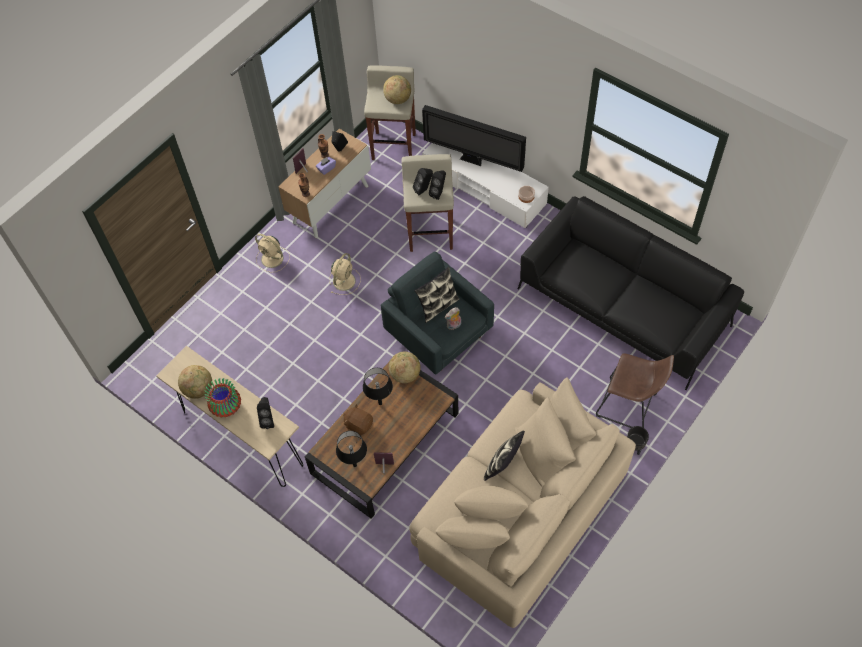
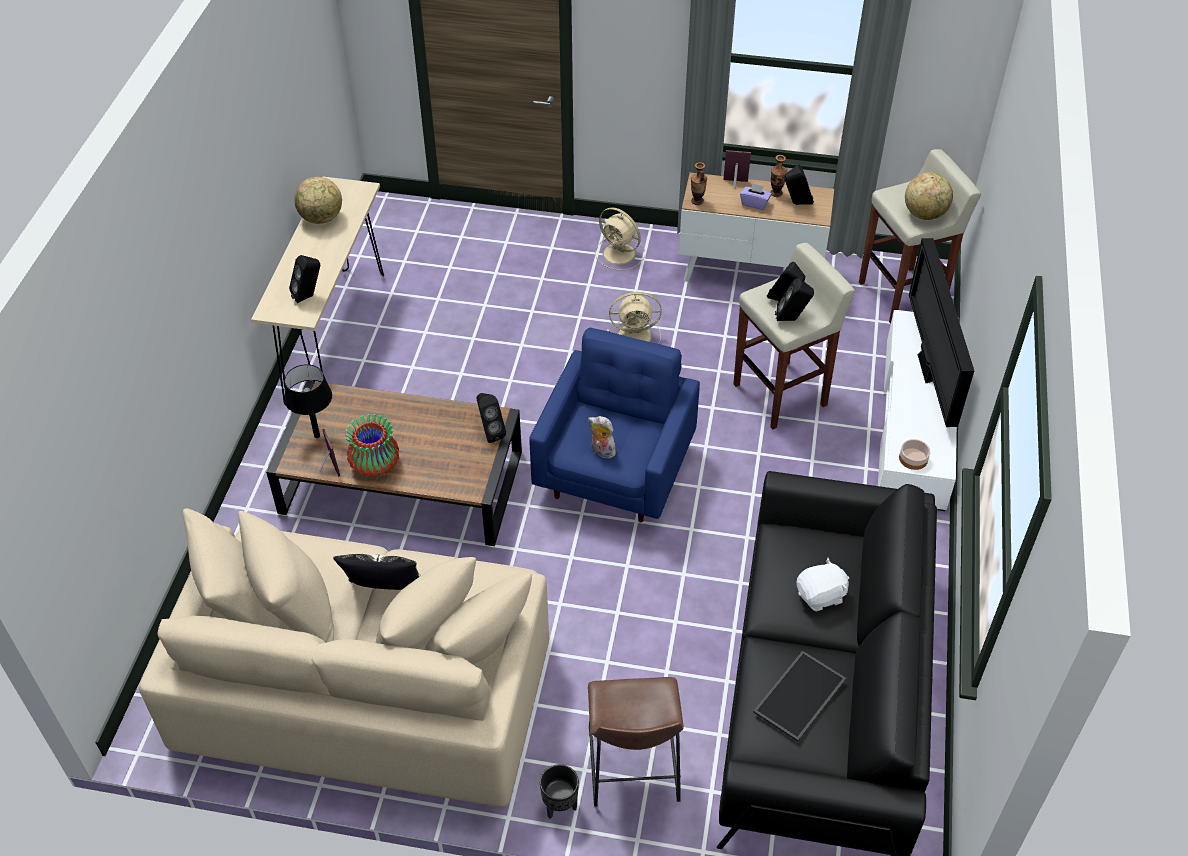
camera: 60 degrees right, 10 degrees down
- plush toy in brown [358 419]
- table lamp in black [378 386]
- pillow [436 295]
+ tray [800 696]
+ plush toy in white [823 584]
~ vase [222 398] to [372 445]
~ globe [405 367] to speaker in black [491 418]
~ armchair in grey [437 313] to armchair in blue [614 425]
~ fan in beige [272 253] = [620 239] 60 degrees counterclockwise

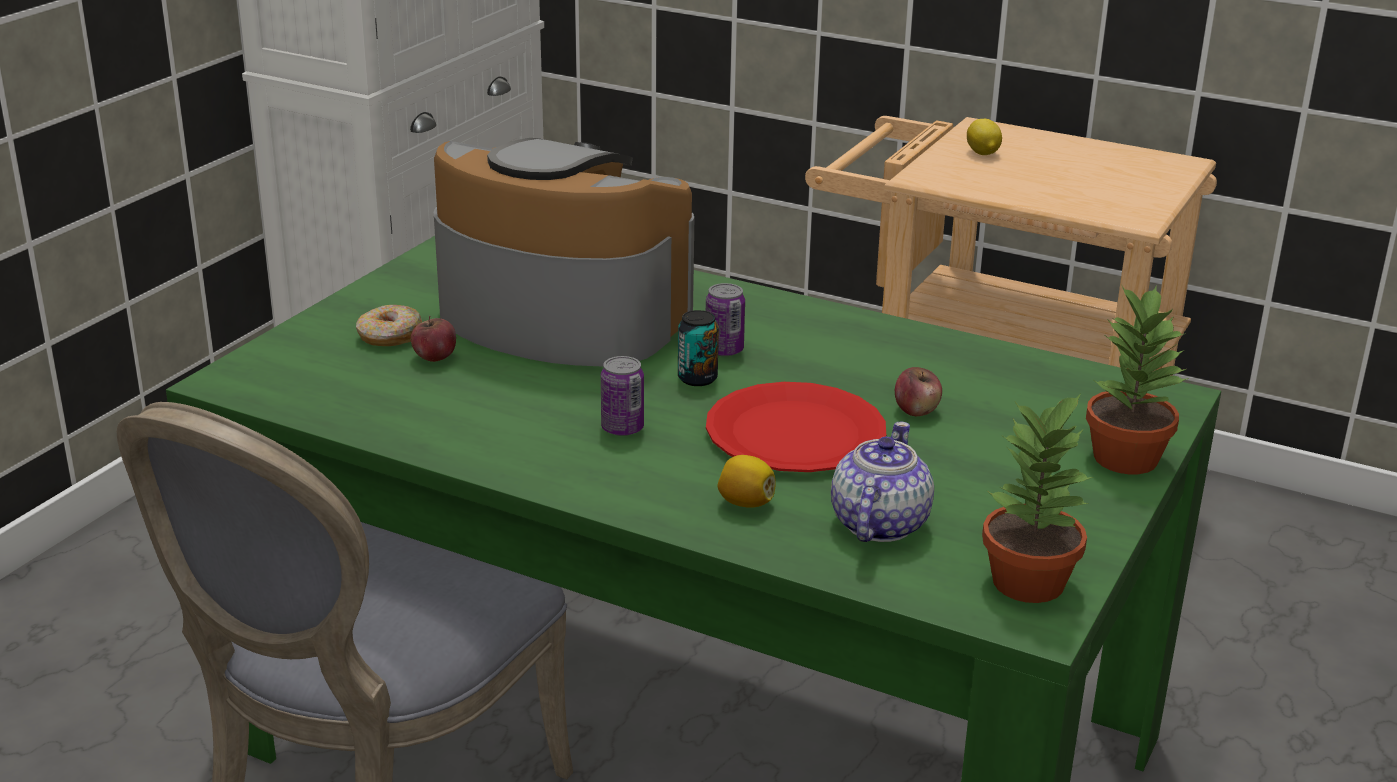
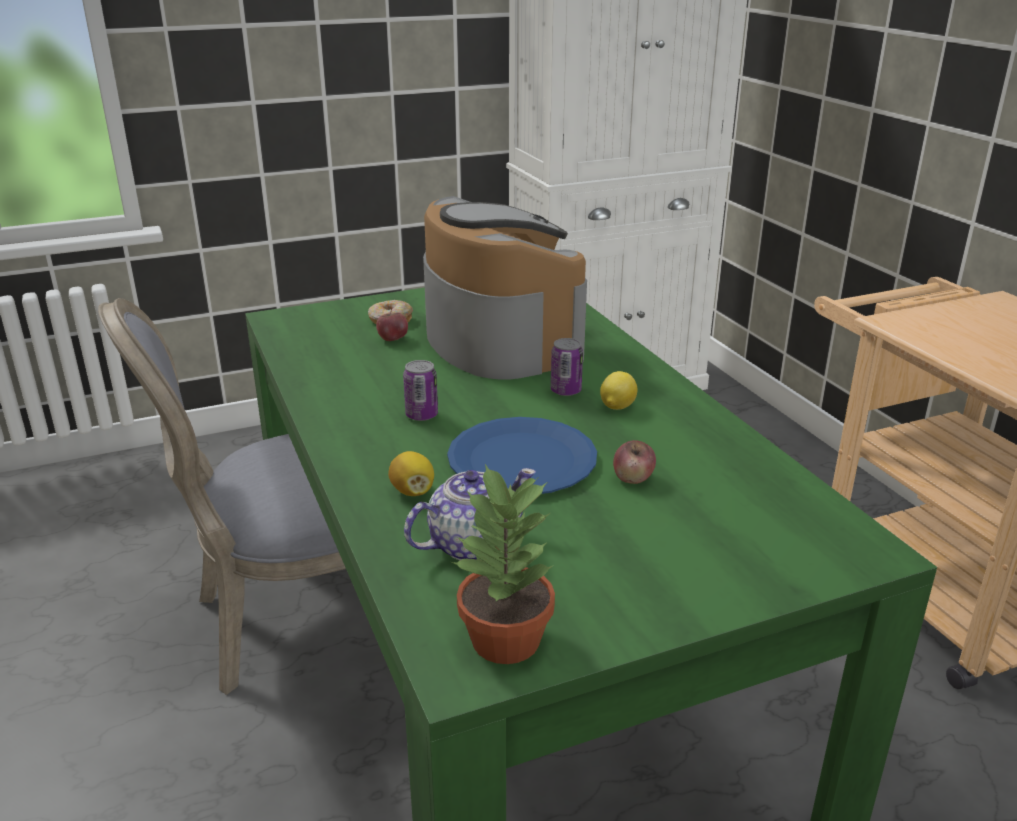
camera: 40 degrees right, 0 degrees up
- can [698 348]
- potted plant [1137 380]
~ lemon [984 137] to [618 390]
~ plate in red [796 427] to plate in blue [522 455]

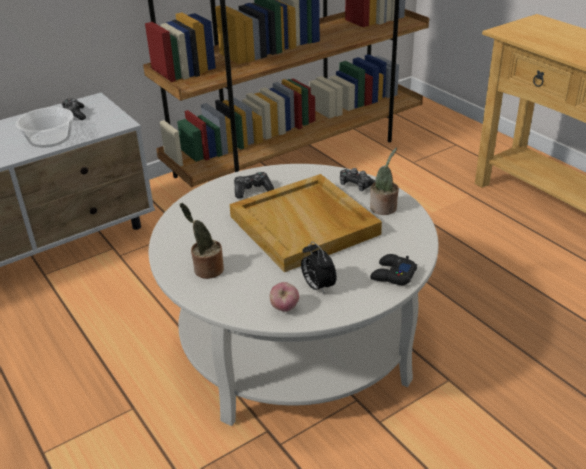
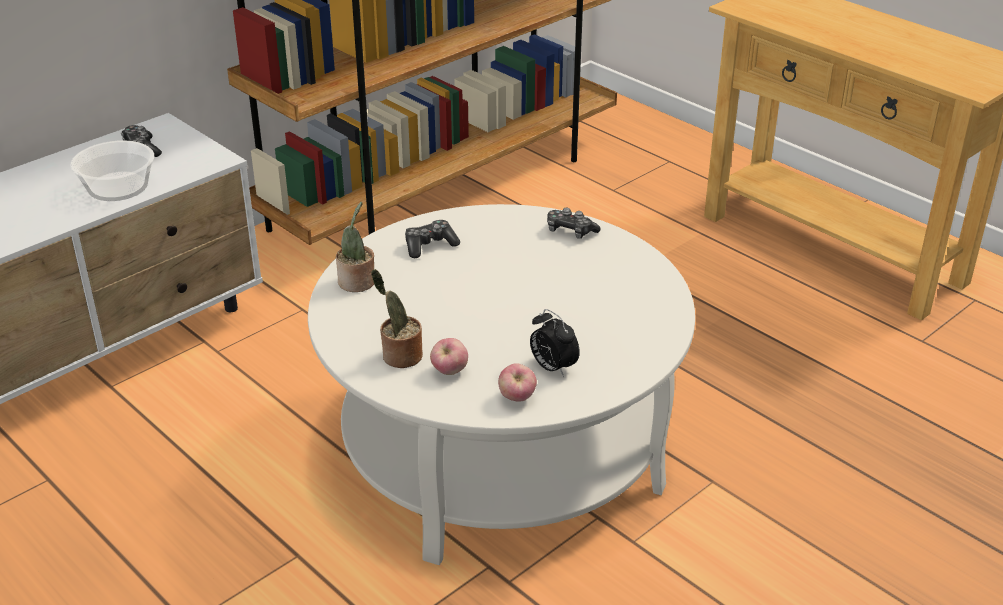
camera: 10 degrees left, 0 degrees up
- tray in beige [306 223]
- game controller in black [393 269]
+ apple [449 356]
~ potted plant [384 181] to [355 247]

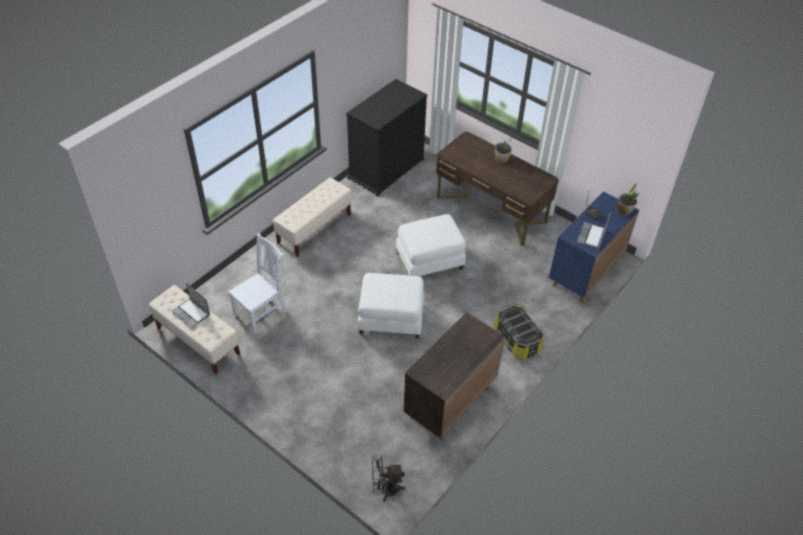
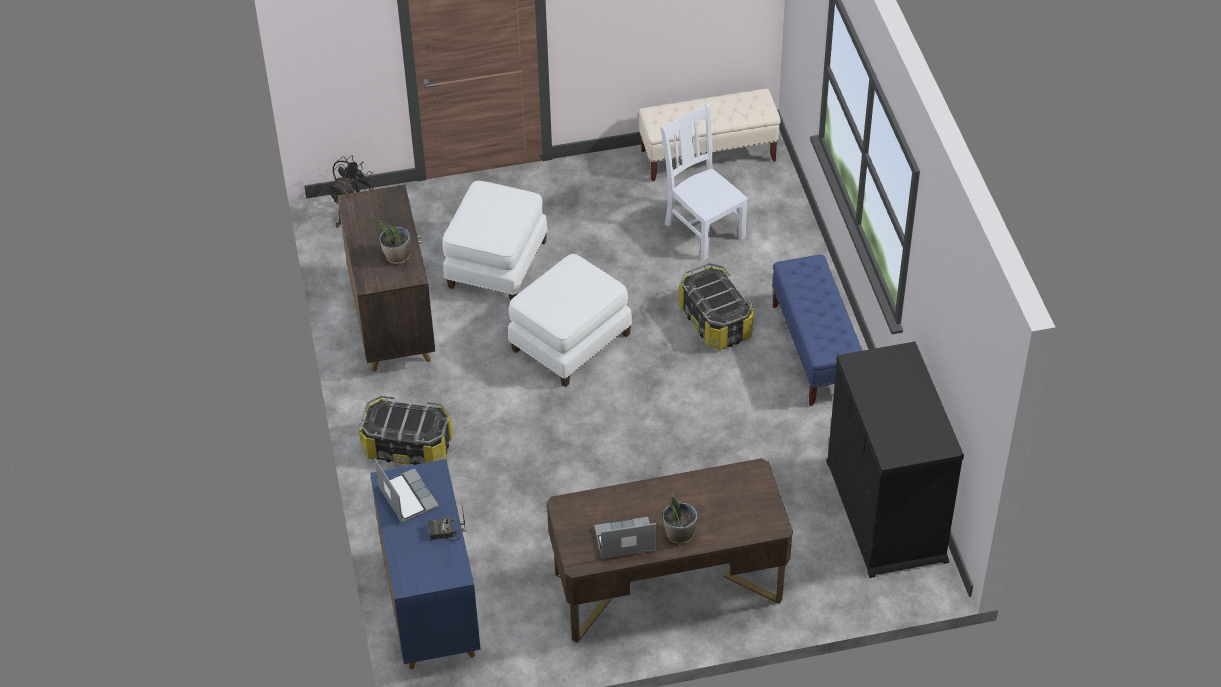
camera: 130 degrees right, 0 degrees up
+ storage box [716 306]
~ laptop [191 305] to [625 538]
~ ottoman in white [431 245] to [495 241]
~ potted plant [628 199] to [394 242]
~ bench in beige [312 217] to bench in blue [817 330]
~ chair in white [258 283] = [704 181] 150 degrees clockwise

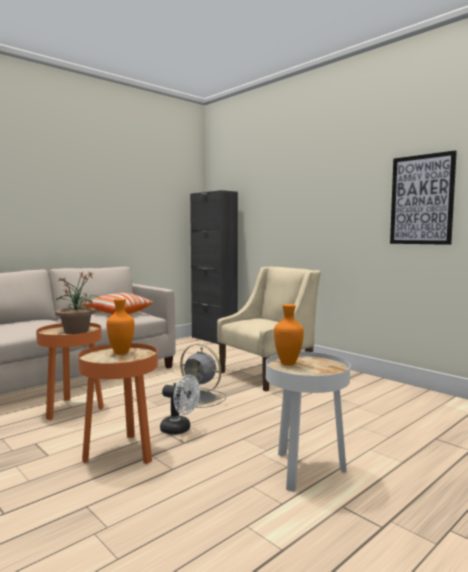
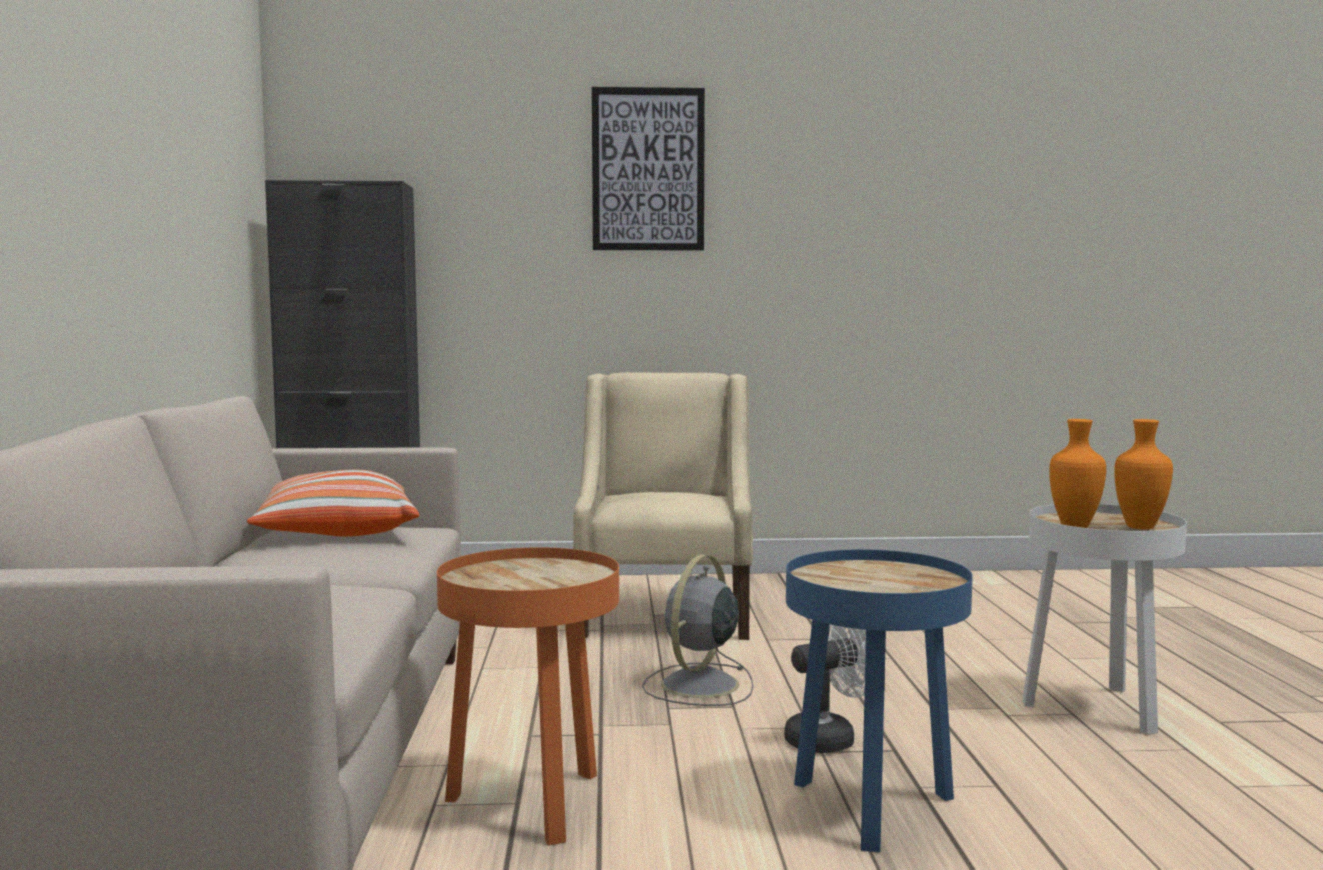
camera: 50 degrees left, 0 degrees up
- potted plant [78 303]
~ vase in orange [120 326] to [1143 474]
~ picture [423 197] to [648 169]
~ side table in orange [118 403] to side table in blue [879 700]
~ fan in grey [203 376] = [697 630] 135 degrees clockwise

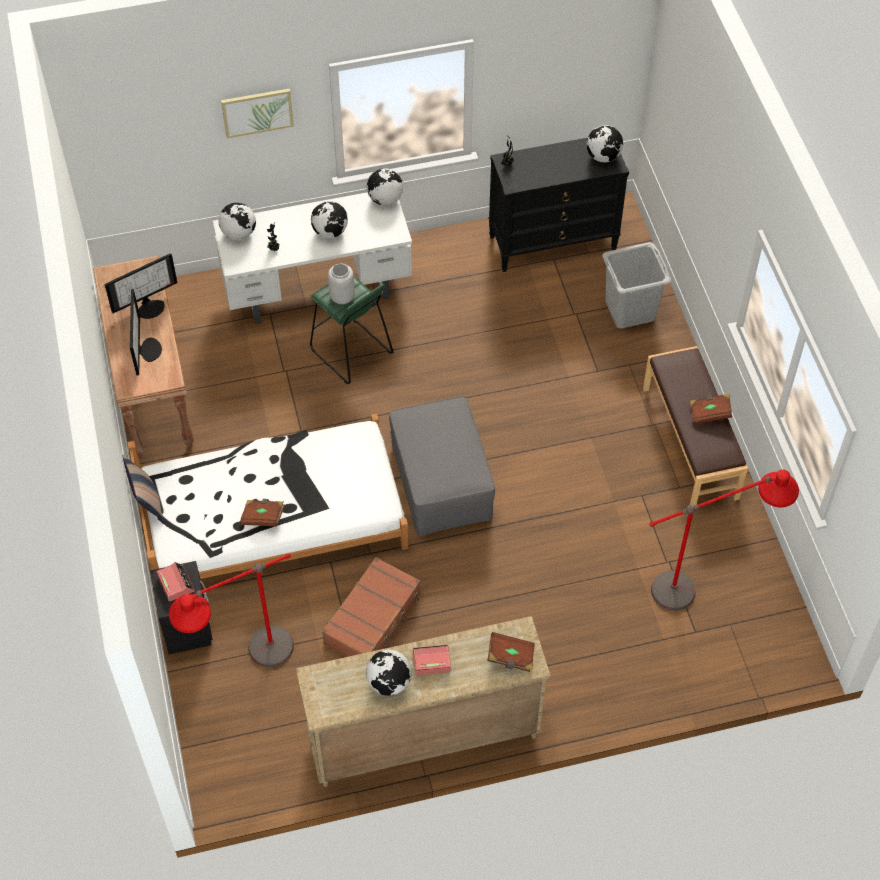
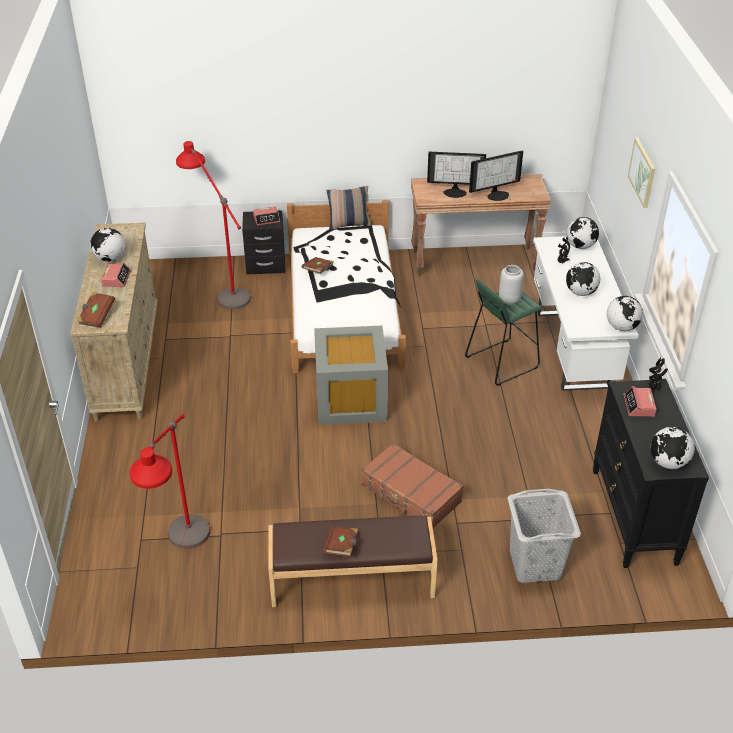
camera: 100 degrees right, 15 degrees down
+ alarm clock [640 401]
~ suitcase in brown [371 607] to [412 485]
~ ottoman in grey [442 466] to storage box in grey [351 375]
~ monitor [141 286] = [496 176] 90 degrees counterclockwise

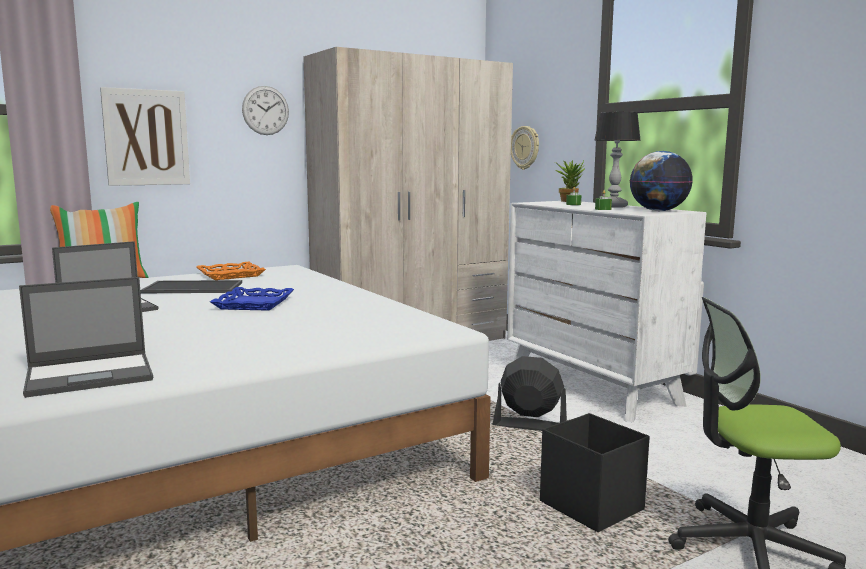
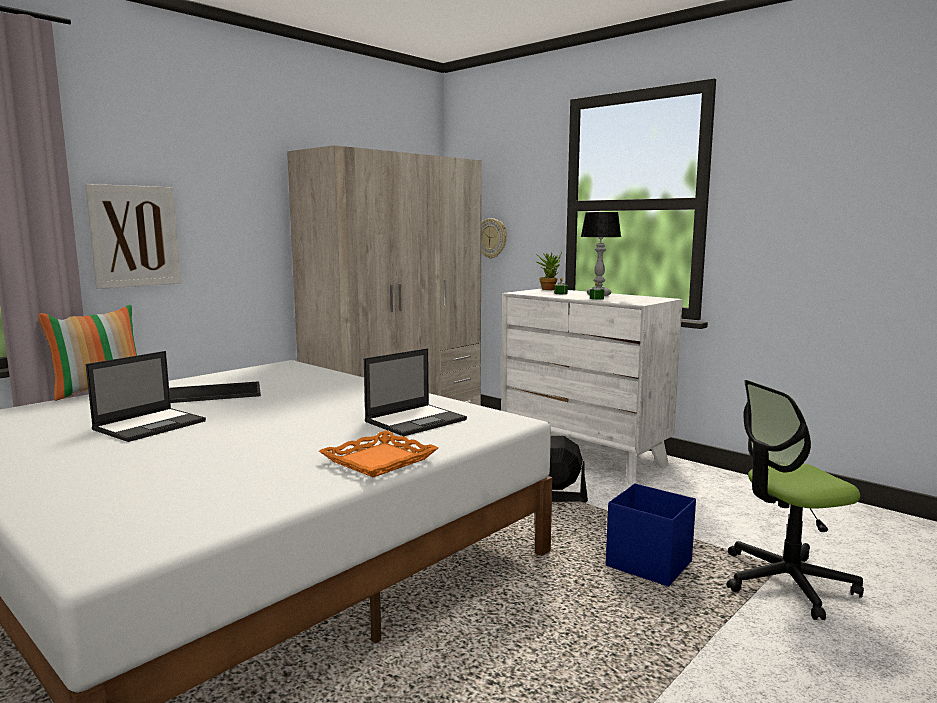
camera: 15 degrees left, 0 degrees up
- tray in blue [252 299]
- wall clock [265 110]
- globe [661 181]
~ laptop [86 337] to [415 392]
~ tray in orange [231 271] to [379 453]
~ storage box in black [595 472] to storage box in blue [651 535]

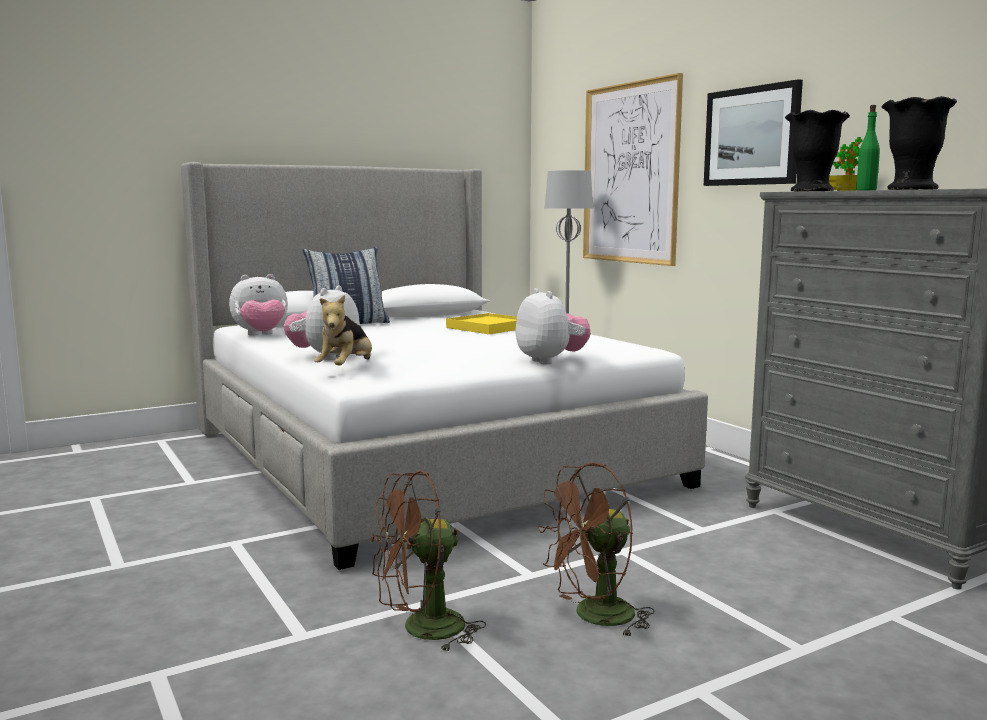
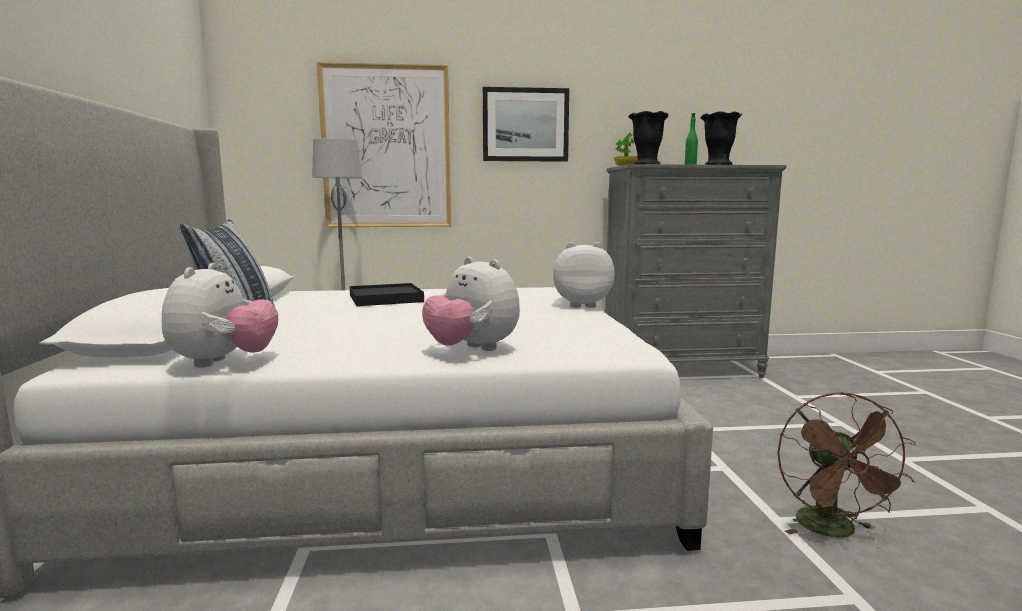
camera: 65 degrees left, 0 degrees up
- plush toy [343 330]
- fan in brown [596 550]
~ tray in yellow [481 323] to tray in black [387 294]

